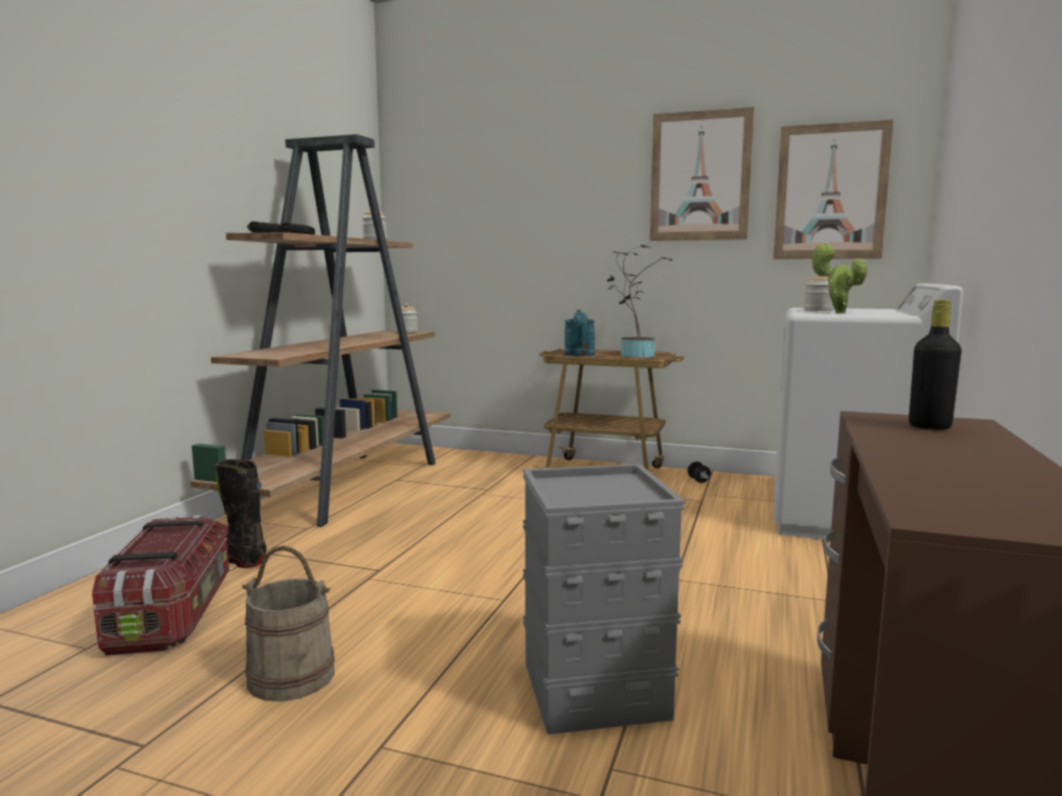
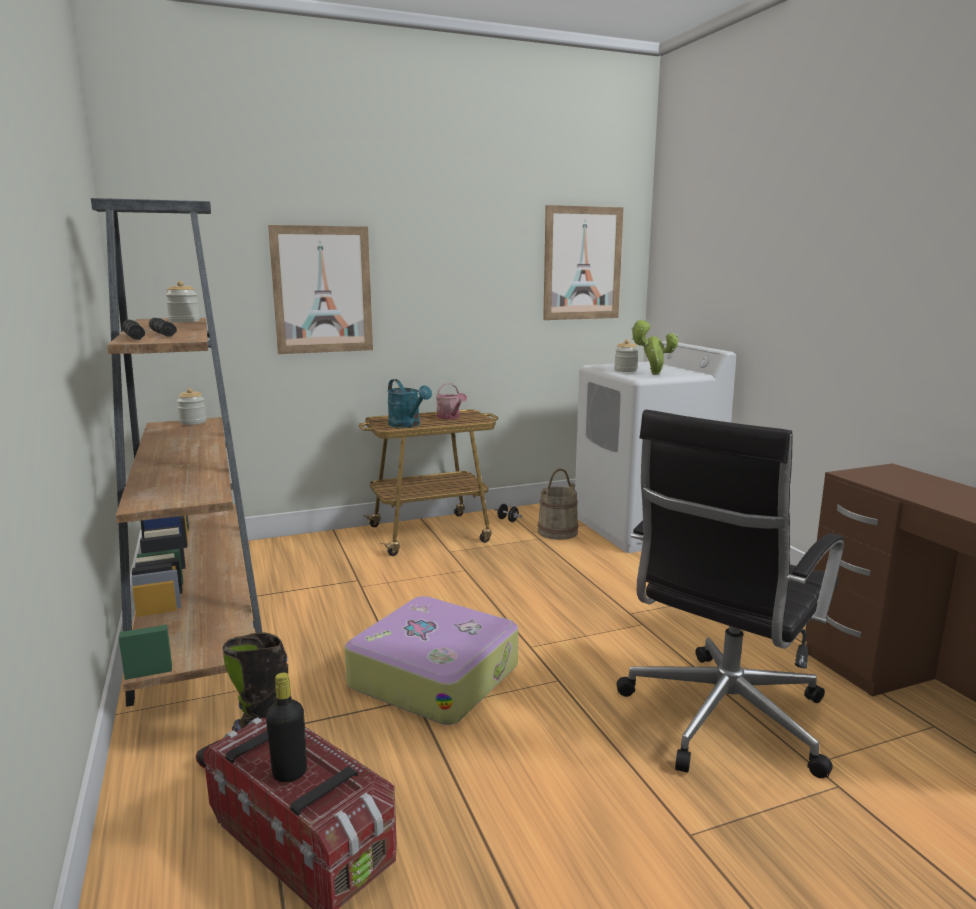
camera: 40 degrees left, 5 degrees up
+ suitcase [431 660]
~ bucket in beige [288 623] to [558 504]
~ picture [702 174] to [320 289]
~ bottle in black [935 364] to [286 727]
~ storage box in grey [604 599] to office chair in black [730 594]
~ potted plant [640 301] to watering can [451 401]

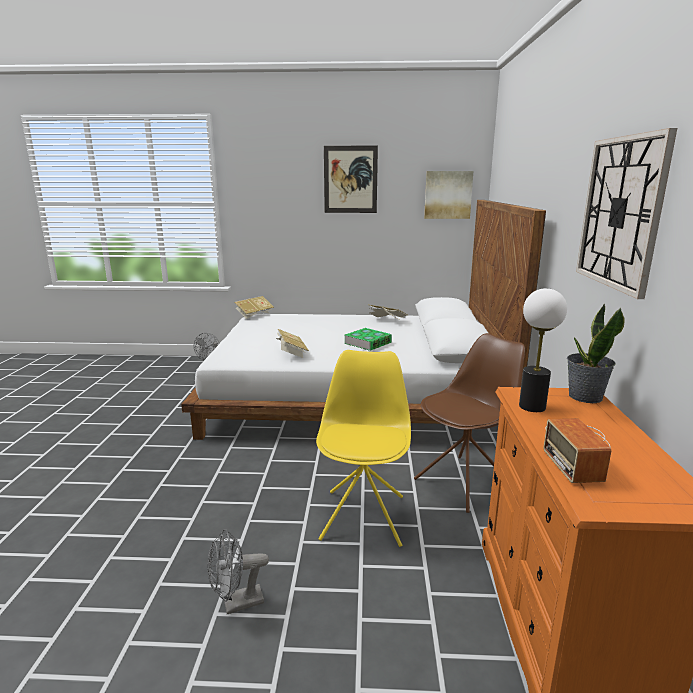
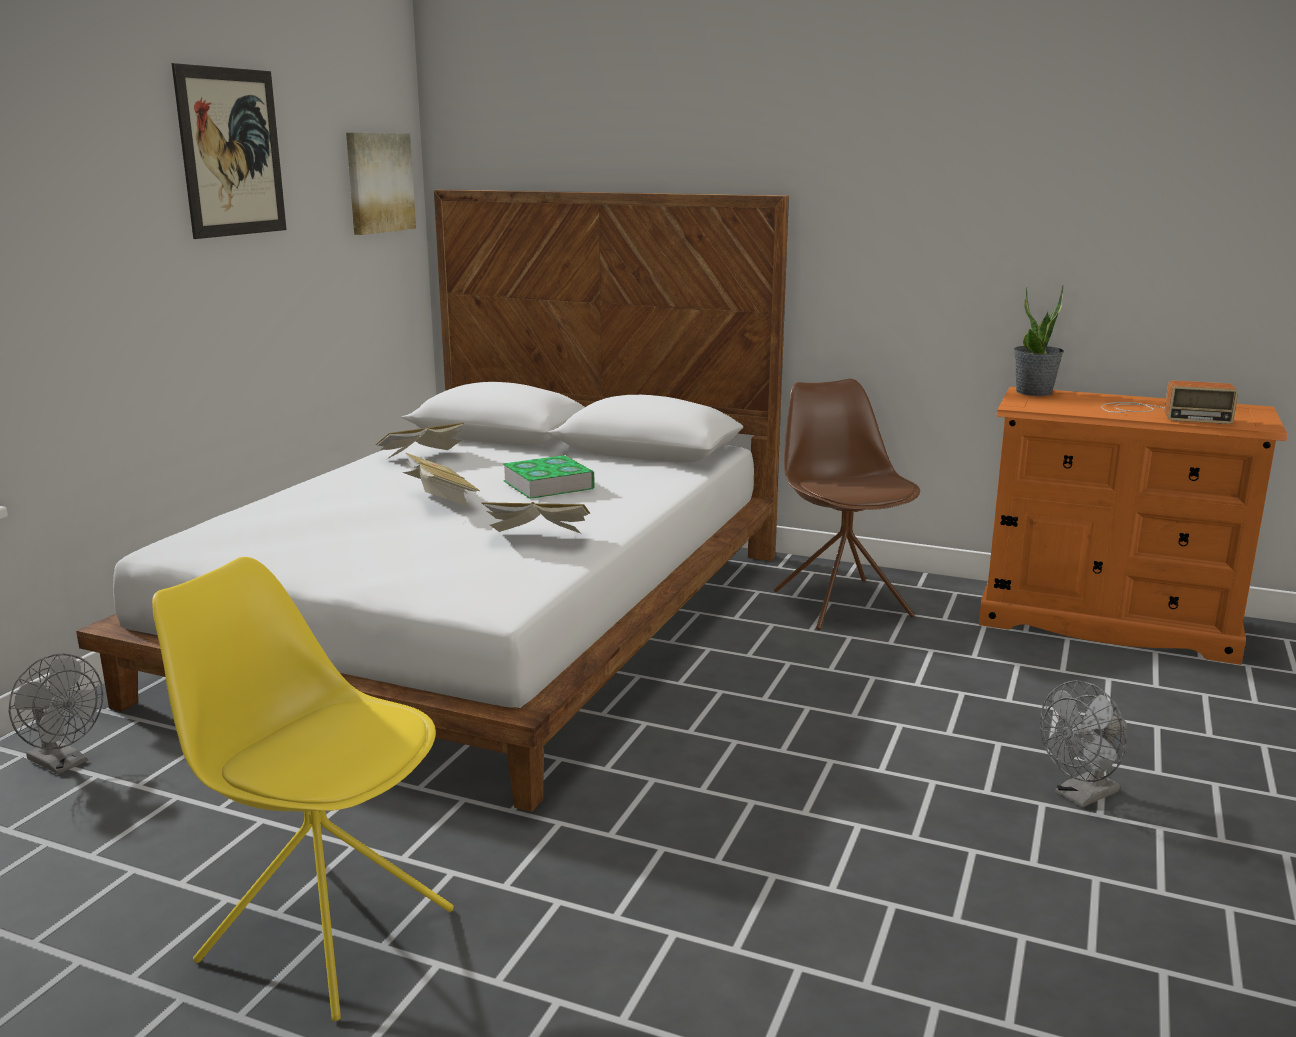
camera: 70 degrees left, 0 degrees up
- table lamp [543 350]
- wall clock [626 213]
~ book [254 307] to [441 479]
~ chair in yellow [363 448] to [303 789]
~ fan in grey [238 571] = [1083 744] 60 degrees clockwise

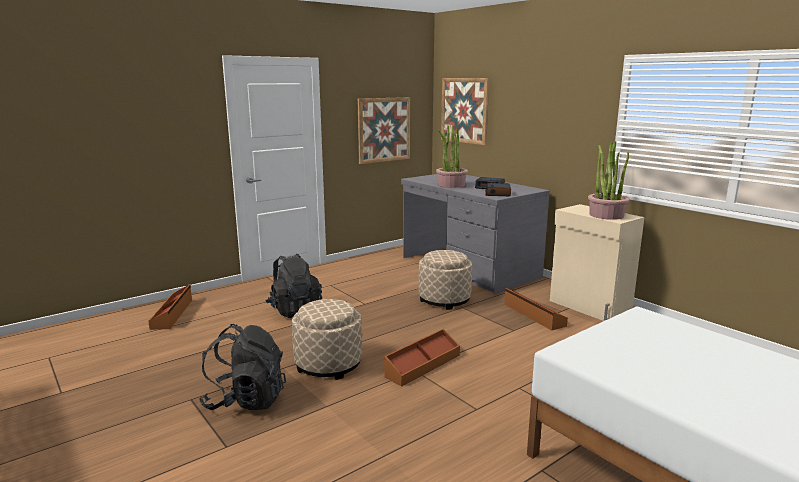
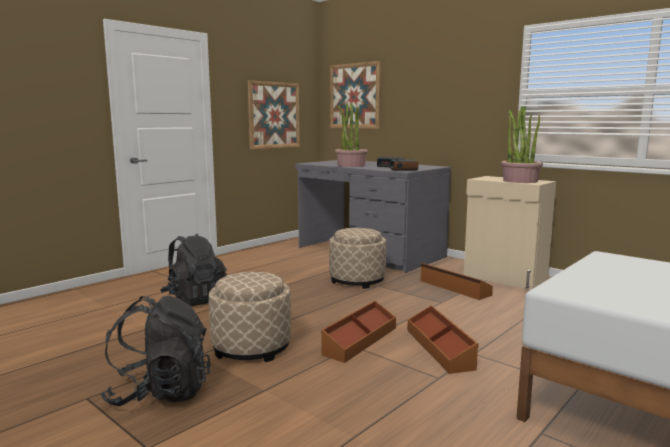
camera: 10 degrees left, 5 degrees down
~ storage box in brown [170 307] to [442 339]

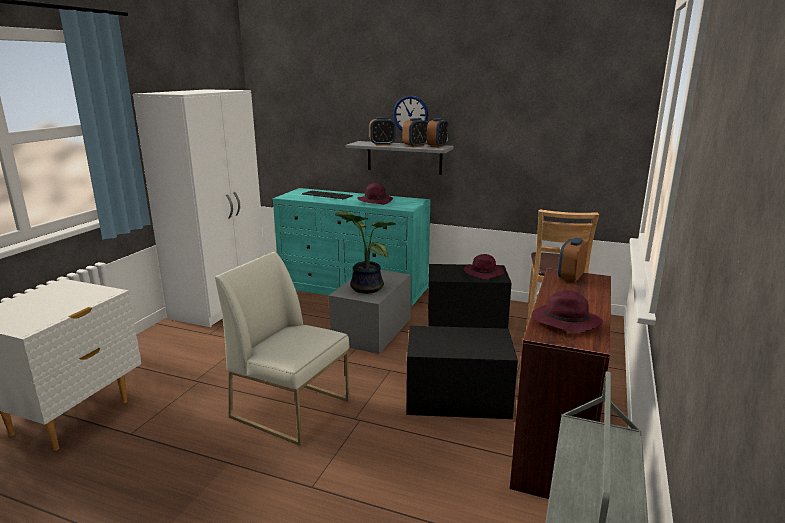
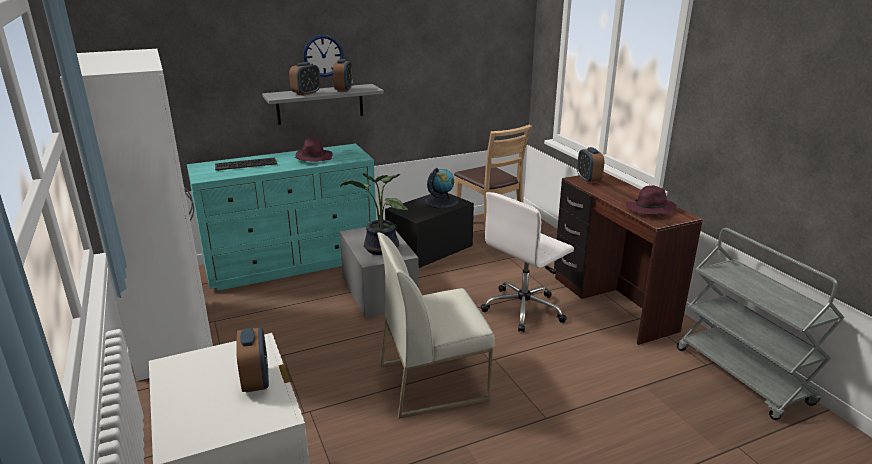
camera: 45 degrees left, 5 degrees up
~ alarm clock [438 133] to [252 359]
~ storage box in black [462 372] to office chair in white [527 262]
~ hat in purple [484 267] to globe [442 188]

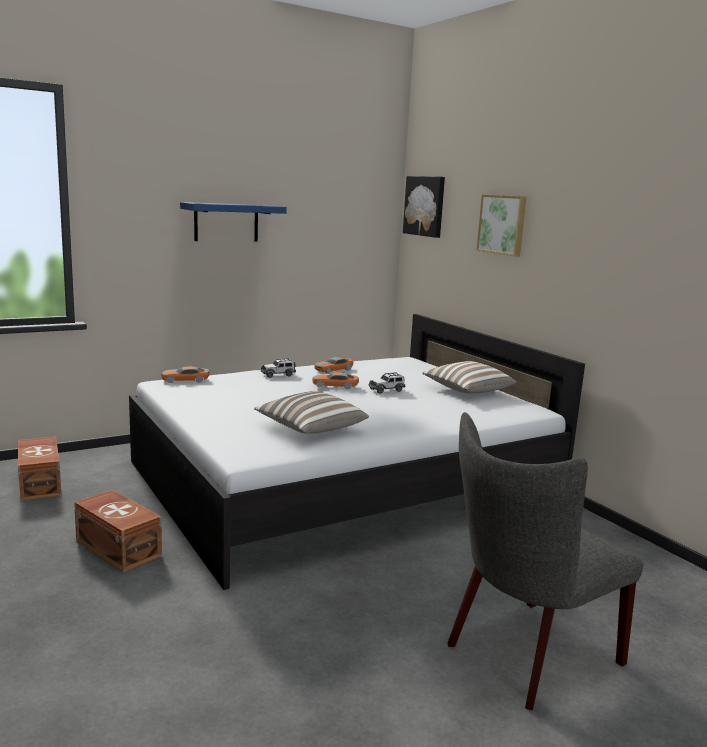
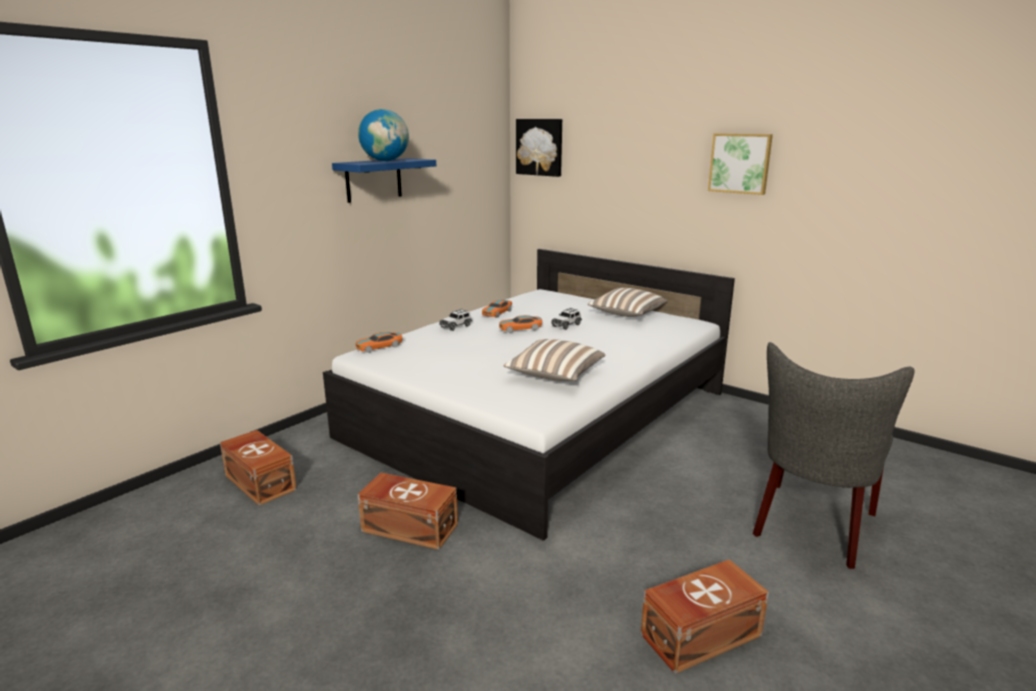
camera: 20 degrees left, 5 degrees up
+ globe [383 135]
+ storage box in brown [705 616]
~ picture [502 225] to [740 164]

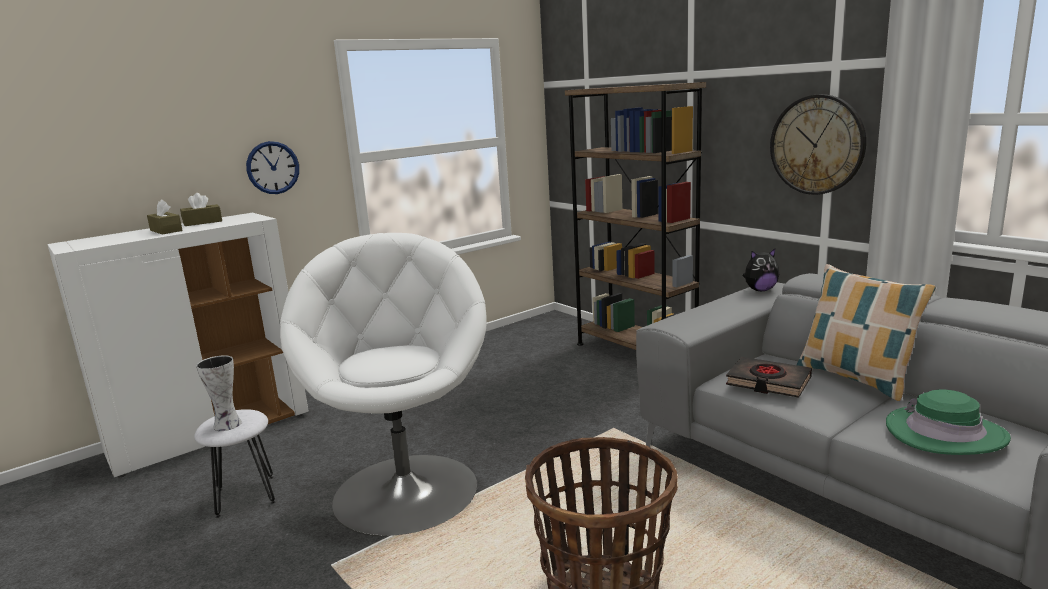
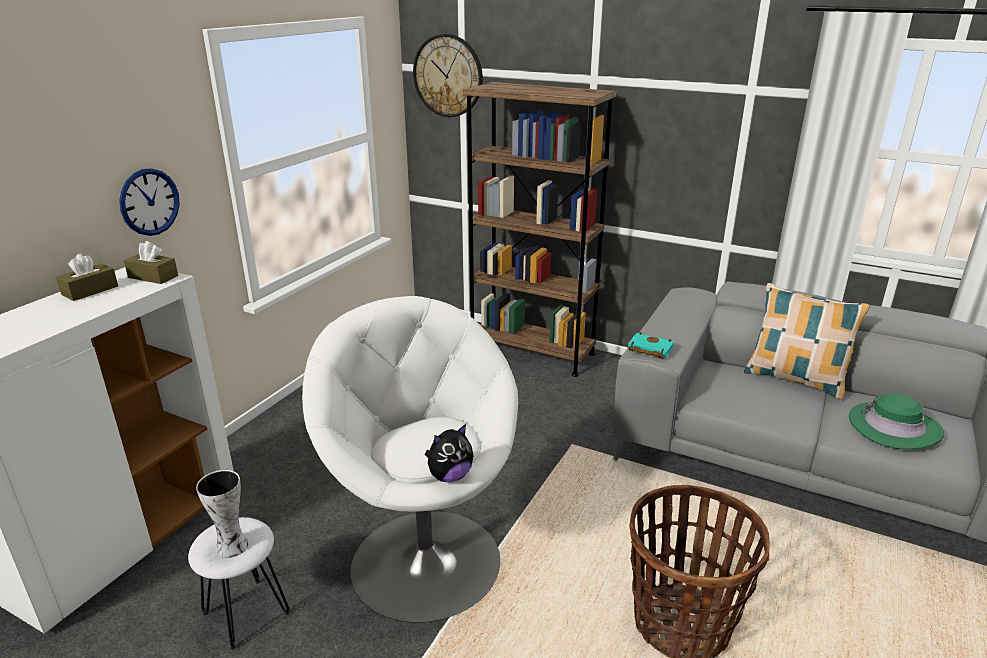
camera: 25 degrees left, 10 degrees up
- book in black [769 377]
+ book in turquoise [651 345]
~ tissue box in brown [165 216] to [151 262]
~ plush toy [761 270] to [449 453]
~ wall clock [818 144] to [448 75]

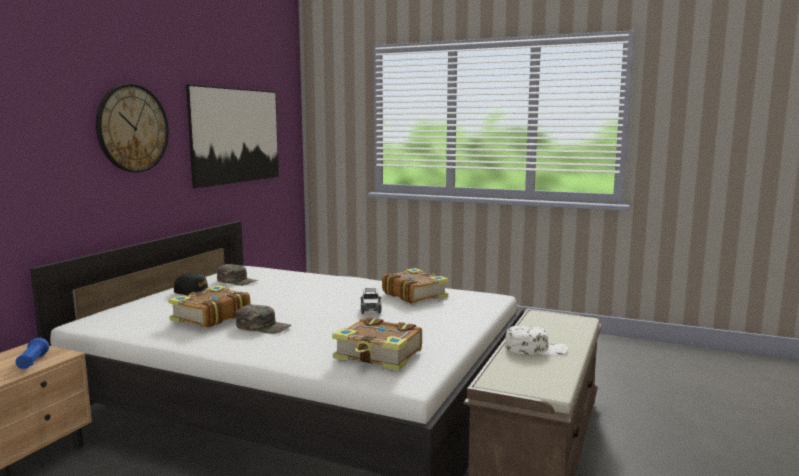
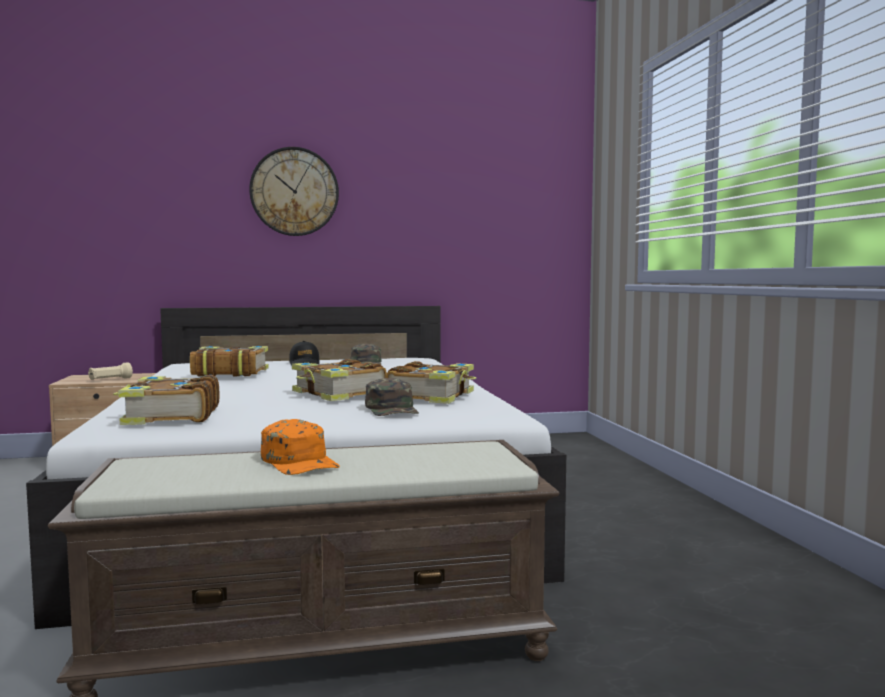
camera: 55 degrees right, 5 degrees down
- picture [232 136]
~ cap in green [263 319] to [392 397]
~ toy car [370 301] to book [339 380]
~ flashlight in blue [32 353] to flashlight in beige [110 371]
~ cap in white [536 340] to cap in orange [300 447]

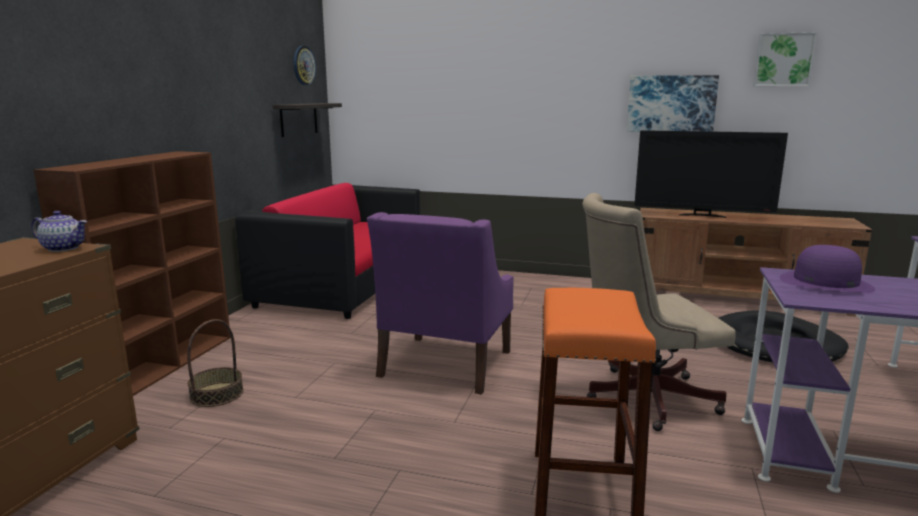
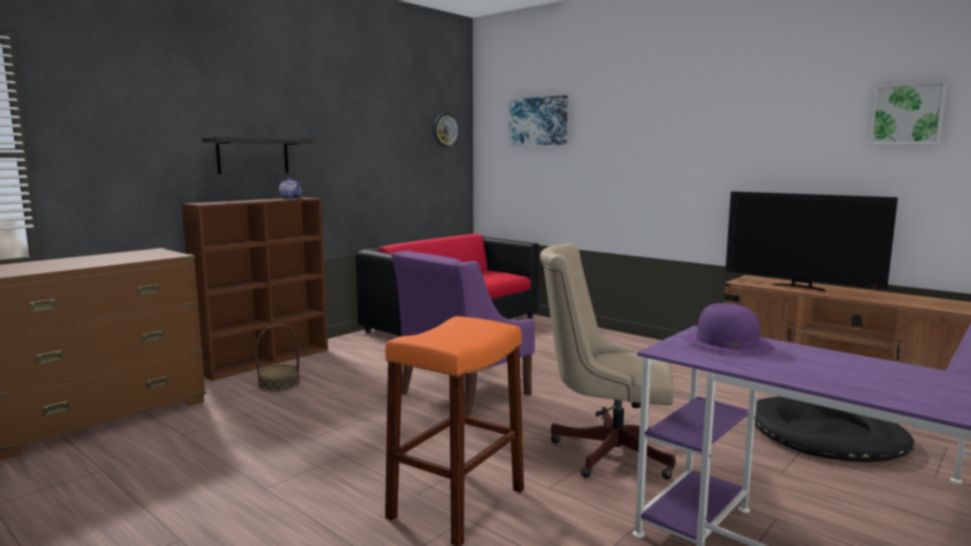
camera: 25 degrees right, 5 degrees down
~ teapot [59 231] to [290 188]
~ shelf [307 120] to [257 155]
~ picture [673 103] to [538 120]

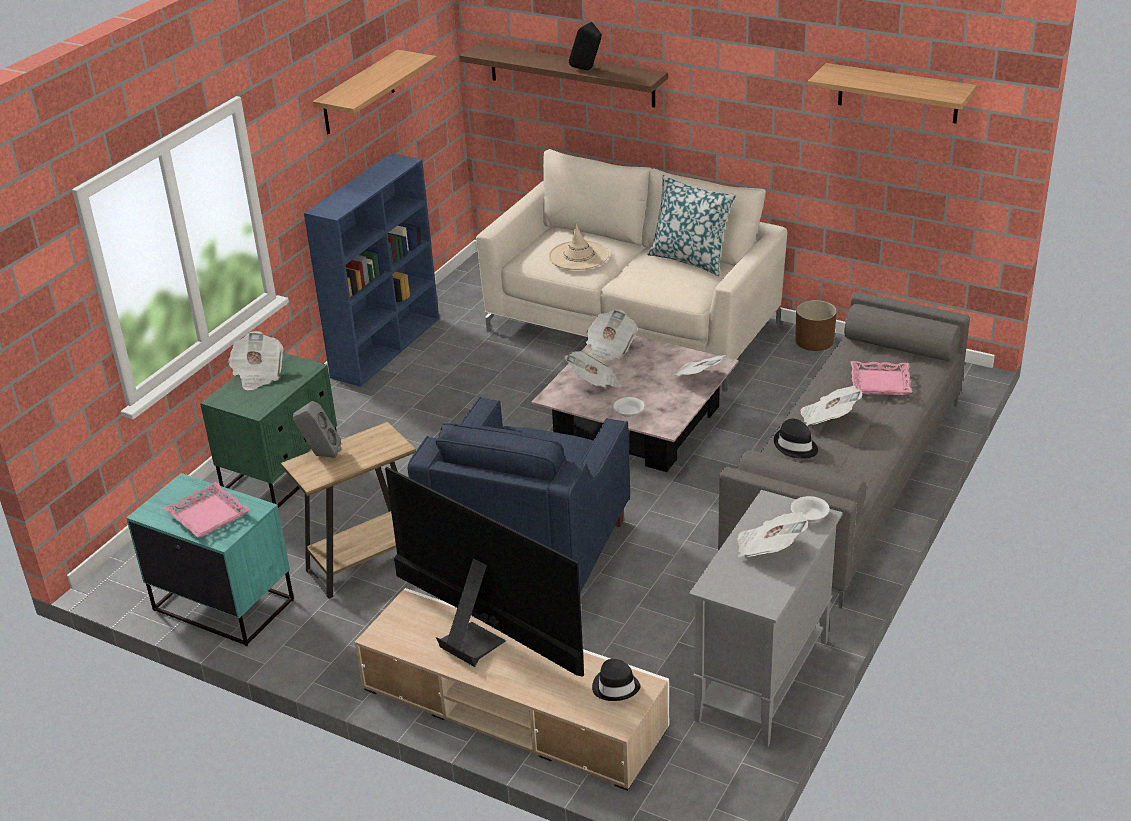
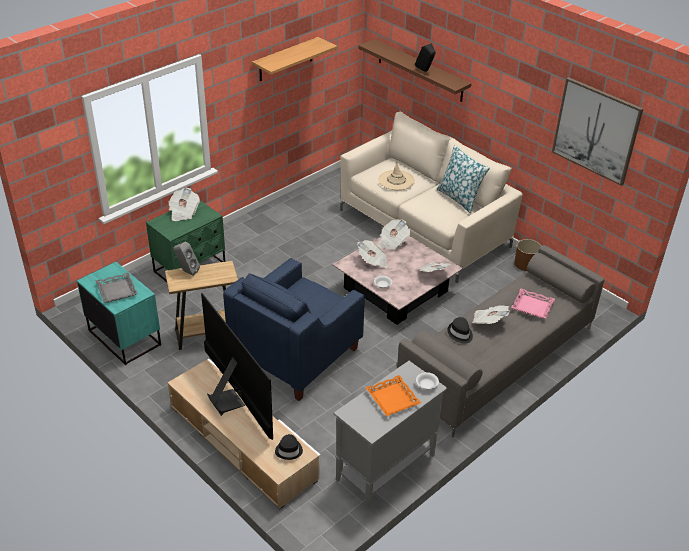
camera: 15 degrees right, 5 degrees up
- bookcase in blue [371 270]
~ newspaper [773 534] to tray in orange [393 395]
~ shelf [892 93] to picture [597 131]
~ tray in pink [207 509] to tray in grey [116 287]

